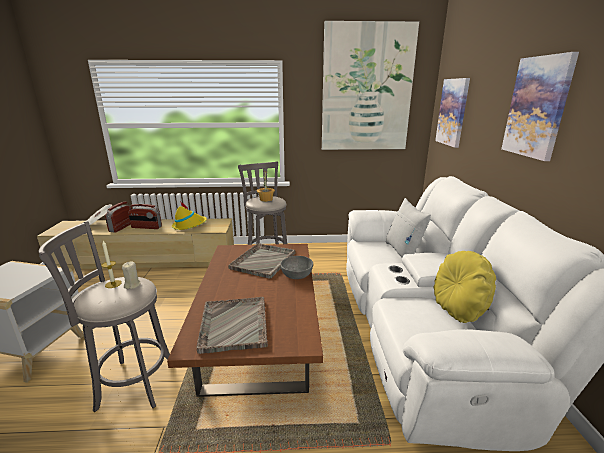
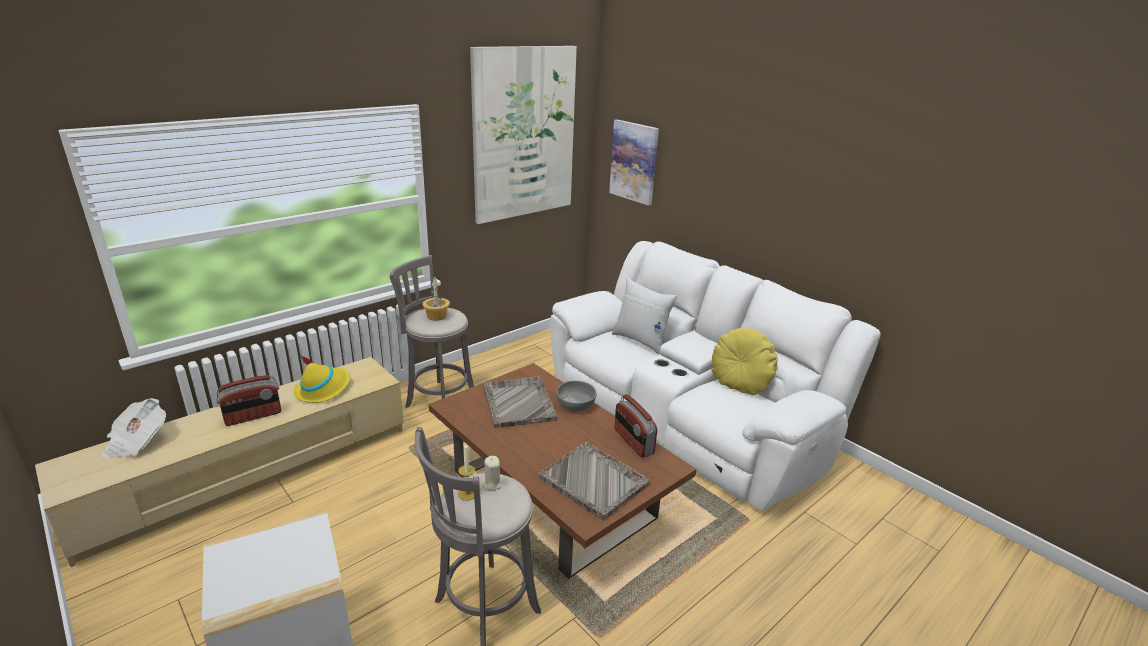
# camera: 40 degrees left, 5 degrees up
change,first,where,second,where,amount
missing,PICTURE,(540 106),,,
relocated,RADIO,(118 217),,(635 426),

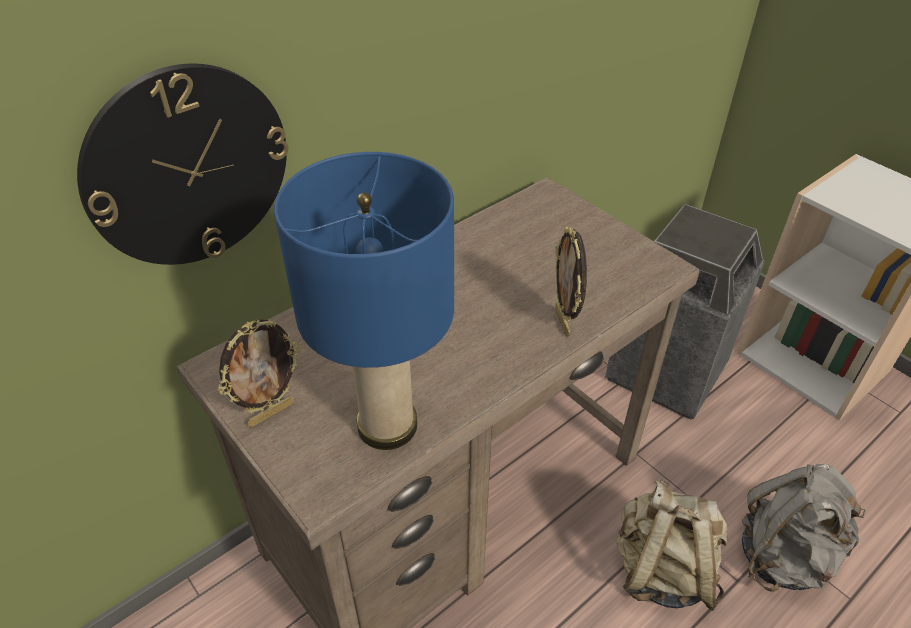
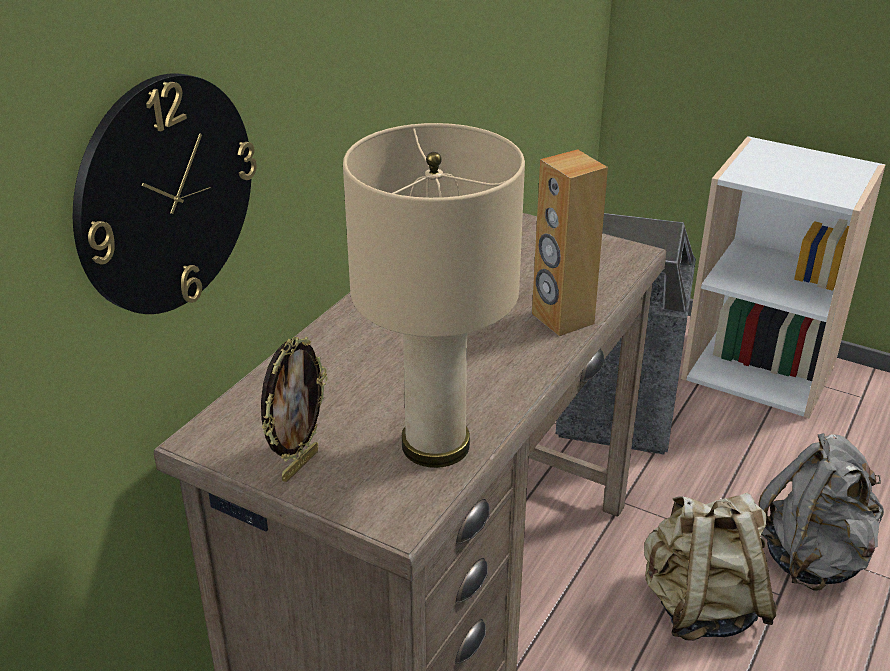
# camera: 20 degrees left, 10 degrees down
change,first,where,second,where,amount
exchanged,PICTURE FRAME,(571 282),BROWN SPEAKER,(570 242),
colour,BLUE TABLE LAMP,(364 301),BEIGE TABLE LAMP,(434 295),

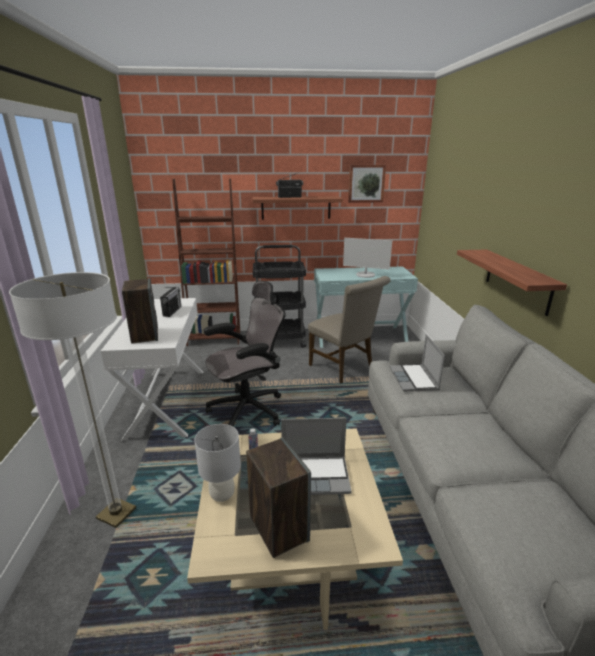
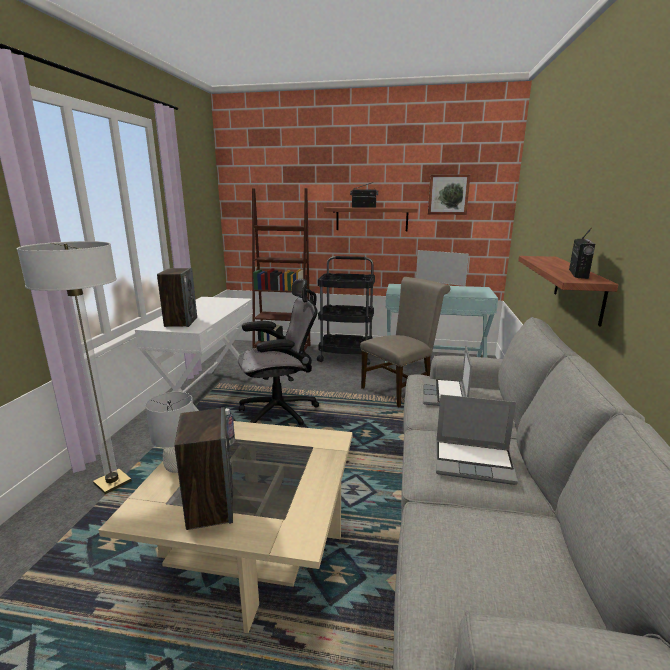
# camera: 15 degrees right, 5 degrees down
change,first,where,second,where,amount
relocated,RADIO,(171 302),,(582 253),
relocated,LAPTOP,(316 456),,(477 439),
spun,BEIGE CHAIR,(349 329),,(405 342),105 degrees counterclockwise

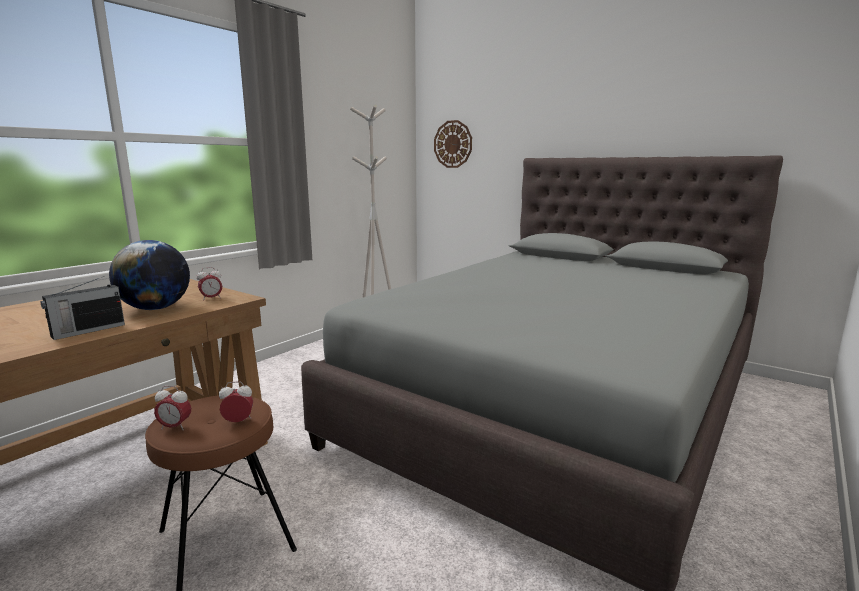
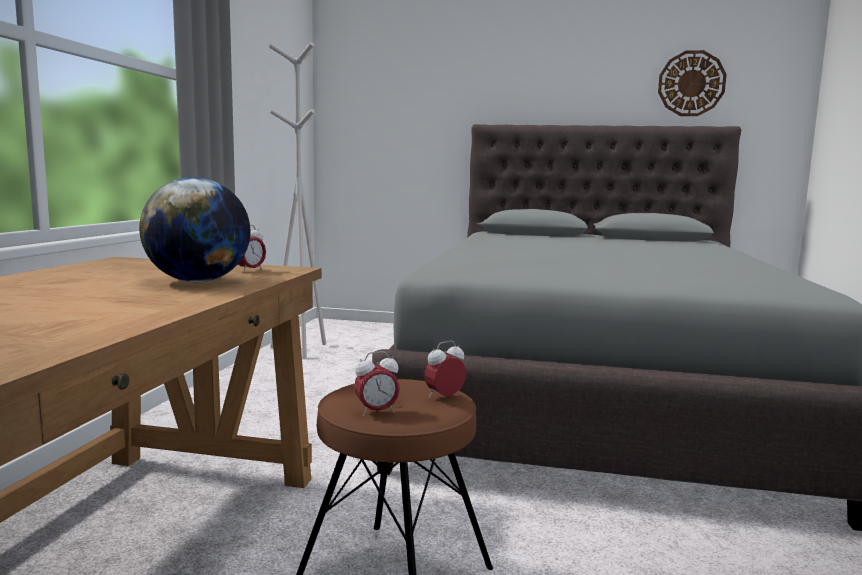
# camera: 25 degrees left, 5 degrees down
change,first,where,second,where,amount
missing,RADIO,(82 308),,,
relocated,WALL CLOCK,(453 144),,(692 83),

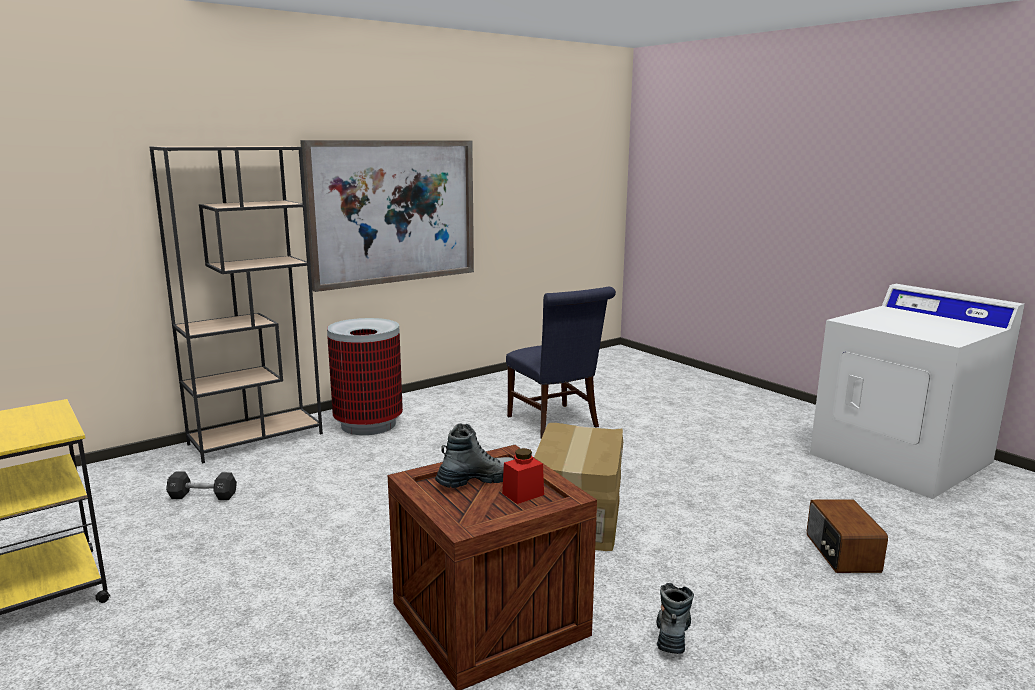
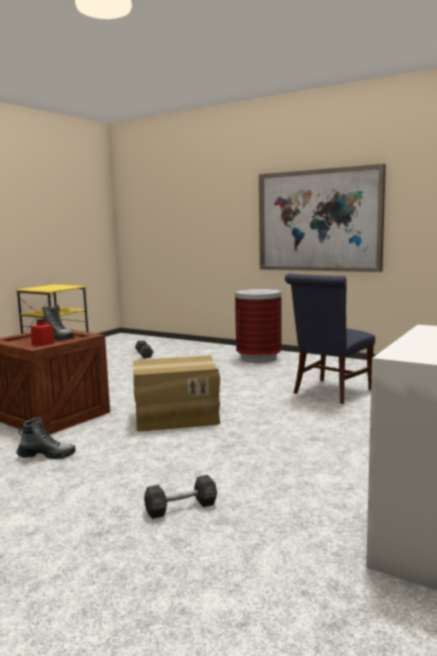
# camera: 70 degrees right, 5 degrees down
change,first,where,second,where,amount
missing,BOOKCASE,(236 304),,,
exchanged,RADIO,(847 536),BLACK DUMBBELL,(180 497),

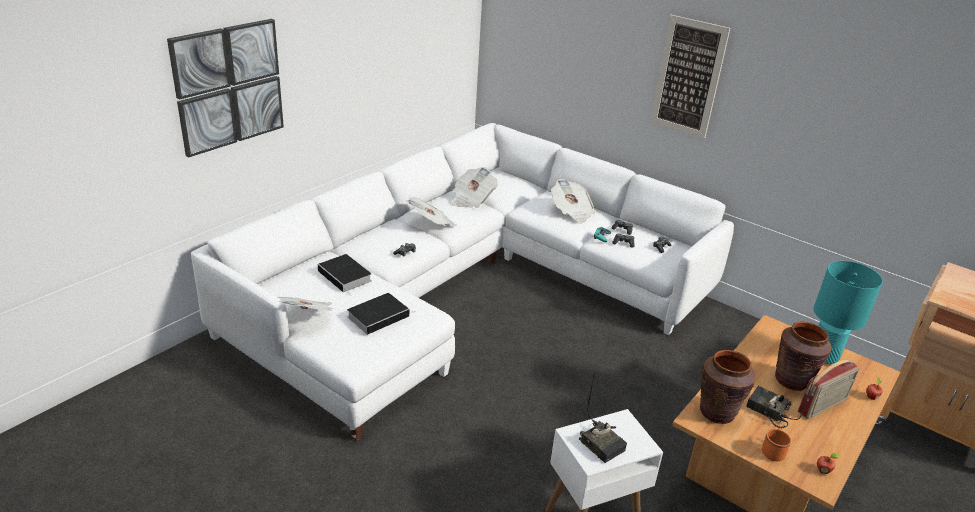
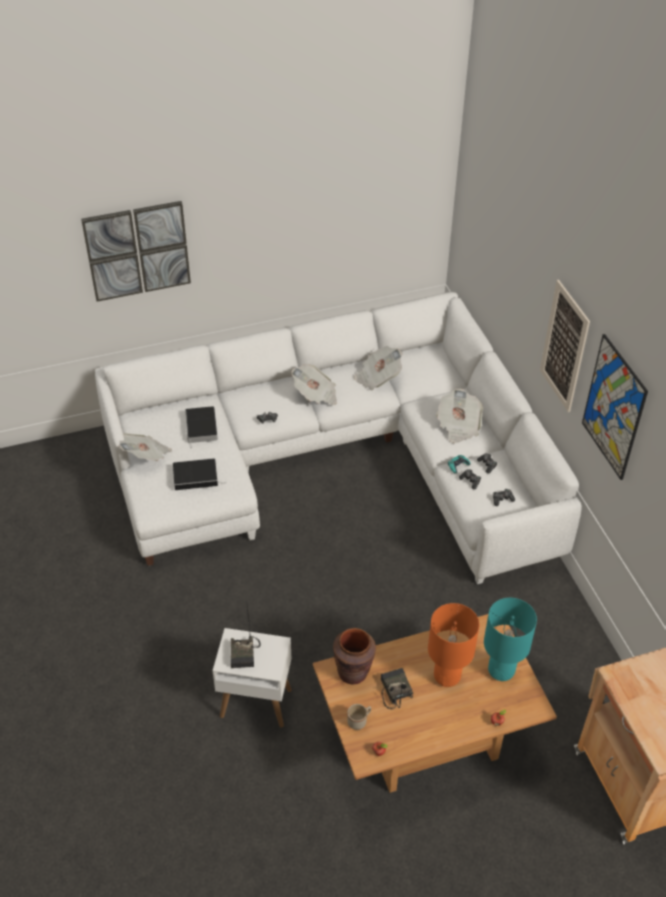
# camera: 35 degrees right, 15 degrees up
change,first,where,second,where,amount
missing,RADIO,(829 389),,,
appeared,,,PICTURE,(615 407),
exchanged,BROWN VASE,(803 356),ORANGE TABLE LAMP,(453 645),
colour,ORANGE MUG,(776 444),BEIGE MUG,(359 717),

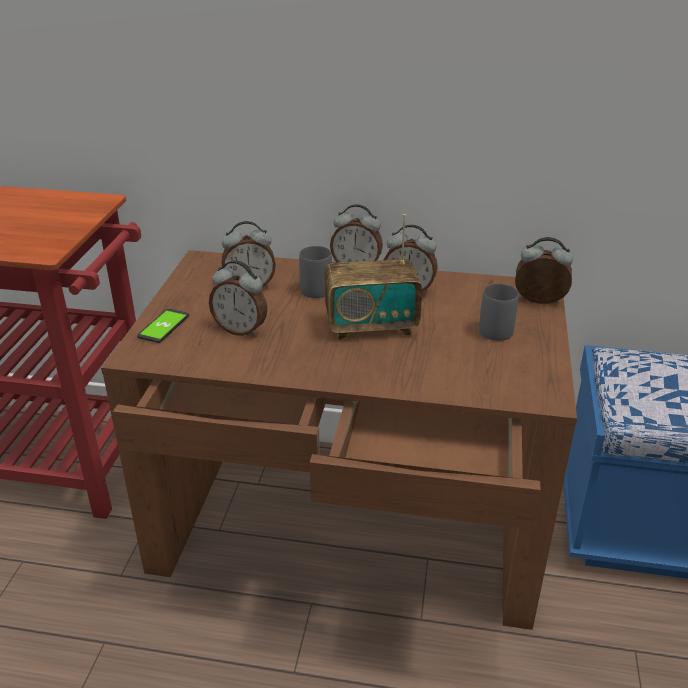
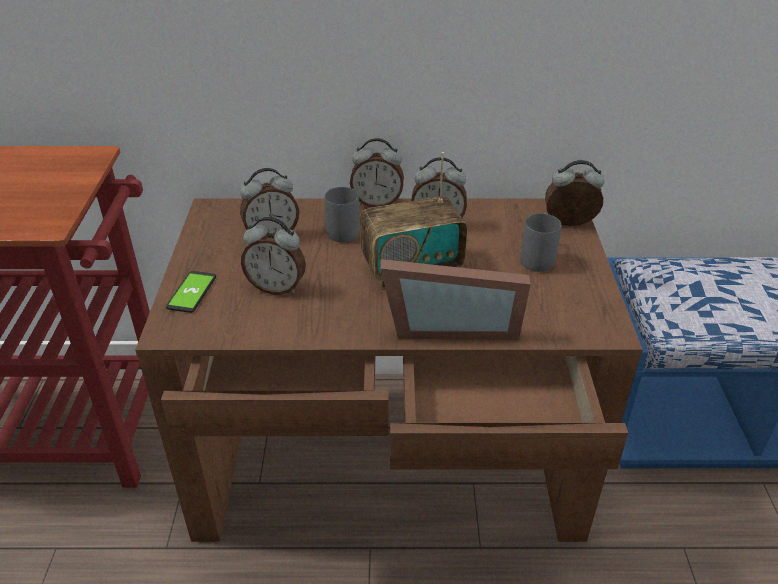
# camera: 10 degrees left, 5 degrees up
change,first,where,second,where,amount
appeared,,,PICTURE FRAME,(455 299),

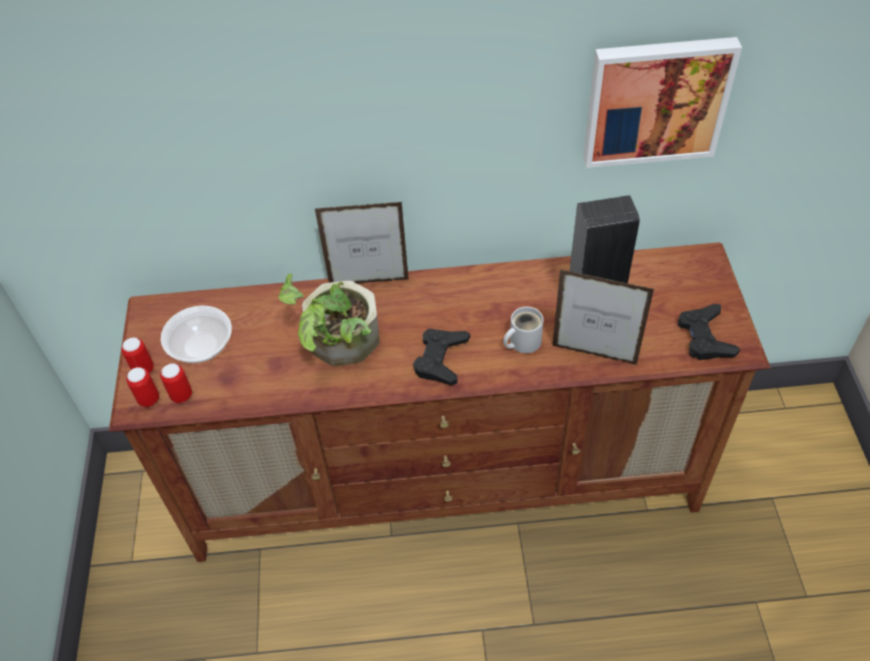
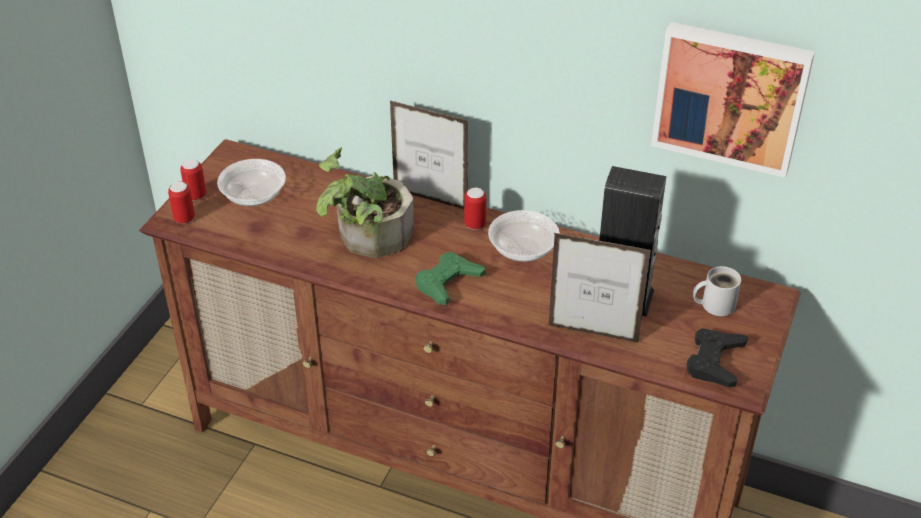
# camera: 25 degrees right, 10 degrees down
change,first,where,second,where,amount
appeared,,,BOWL,(524 236),
relocated,CAN,(176 383),,(475 209),
relocated,WHITE MUG,(523 330),,(717 291),
colour,BLACK GAME CONTROLLER,(441 357),GREEN GAME CONTROLLER,(450 278),
spun,PICTURE FRAME,(603 317),,(600 288),150 degrees clockwise

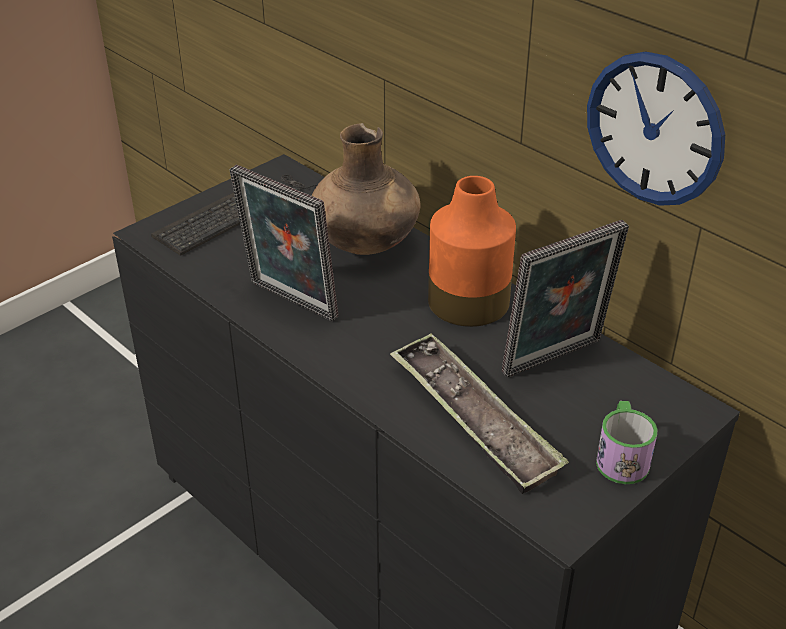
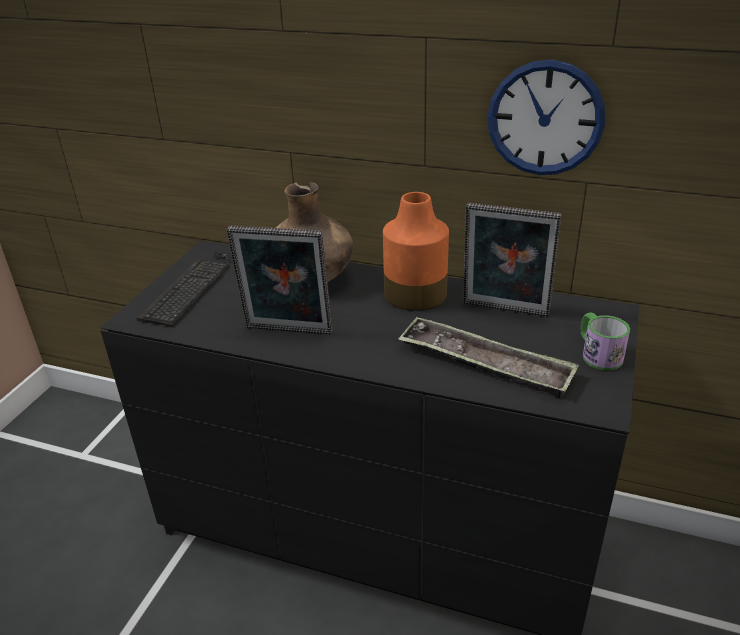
# camera: 25 degrees left, 5 degrees down
change,first,where,second,where,amount
spun,PICTURE FRAME,(565 299),,(512 260),75 degrees clockwise

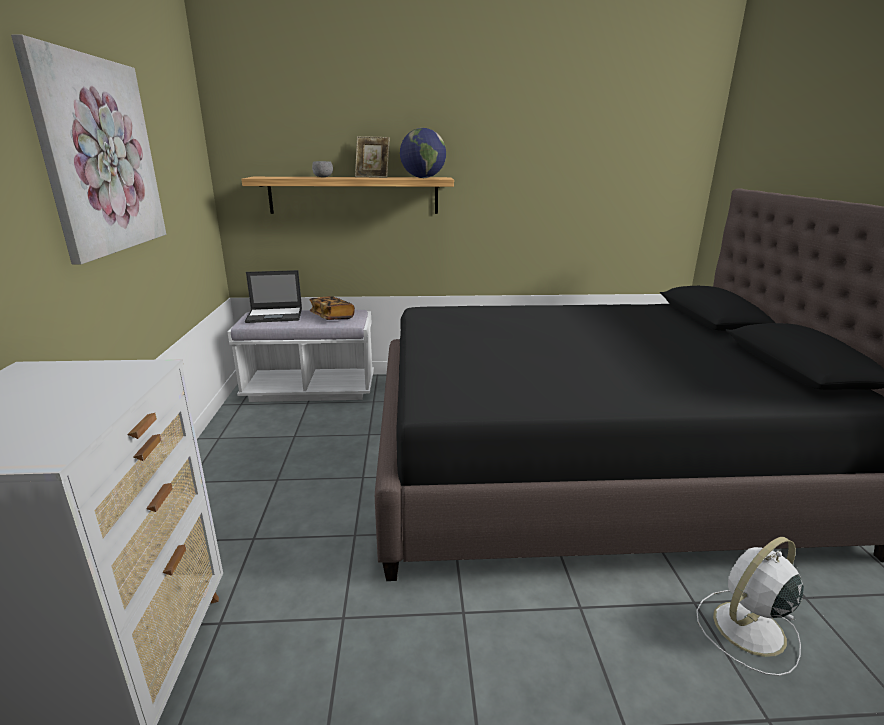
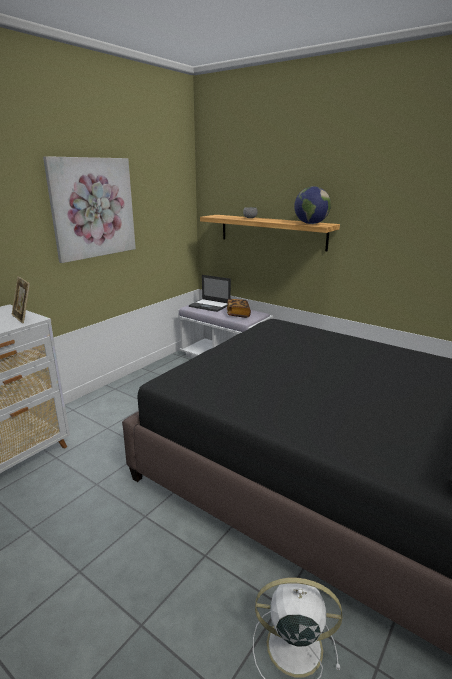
# camera: 40 degrees right, 0 degrees up
change,first,where,second,where,amount
relocated,PICTURE FRAME,(372 157),,(21 299),

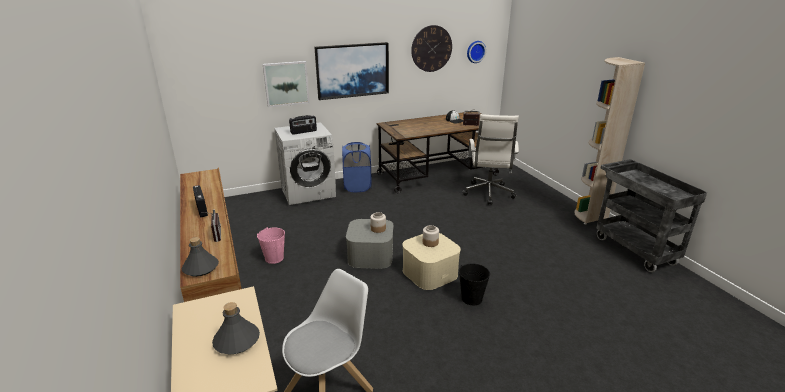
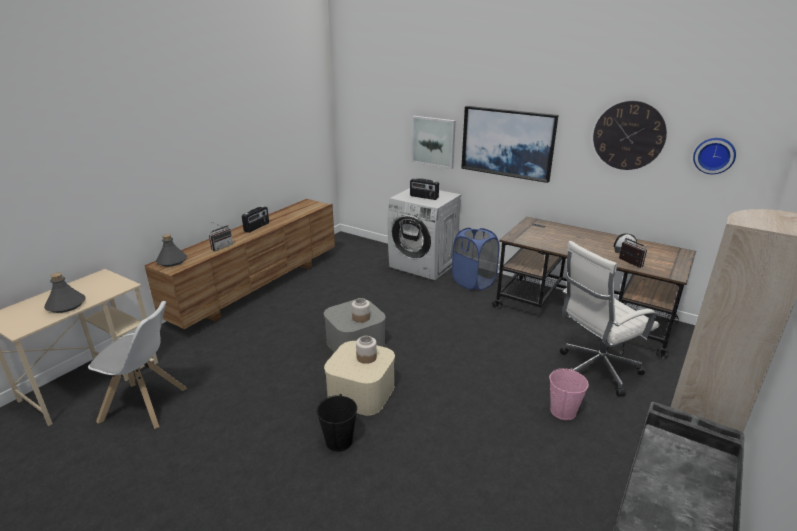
# camera: 55 degrees right, 0 degrees up
change,first,where,second,where,amount
relocated,PINK BUCKET,(271 245),,(569 394),

